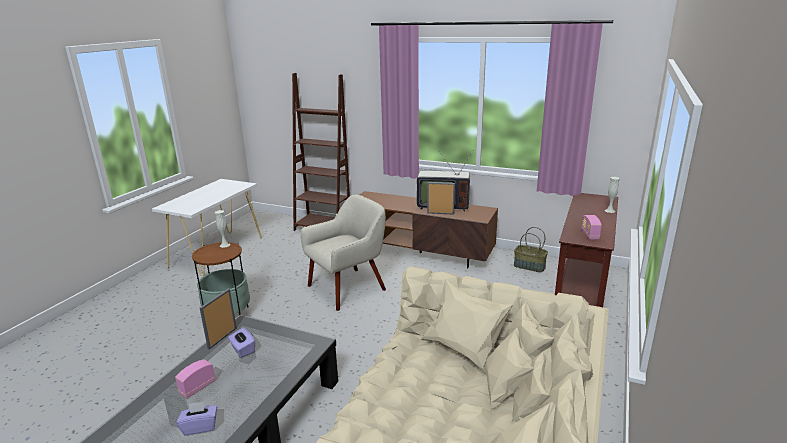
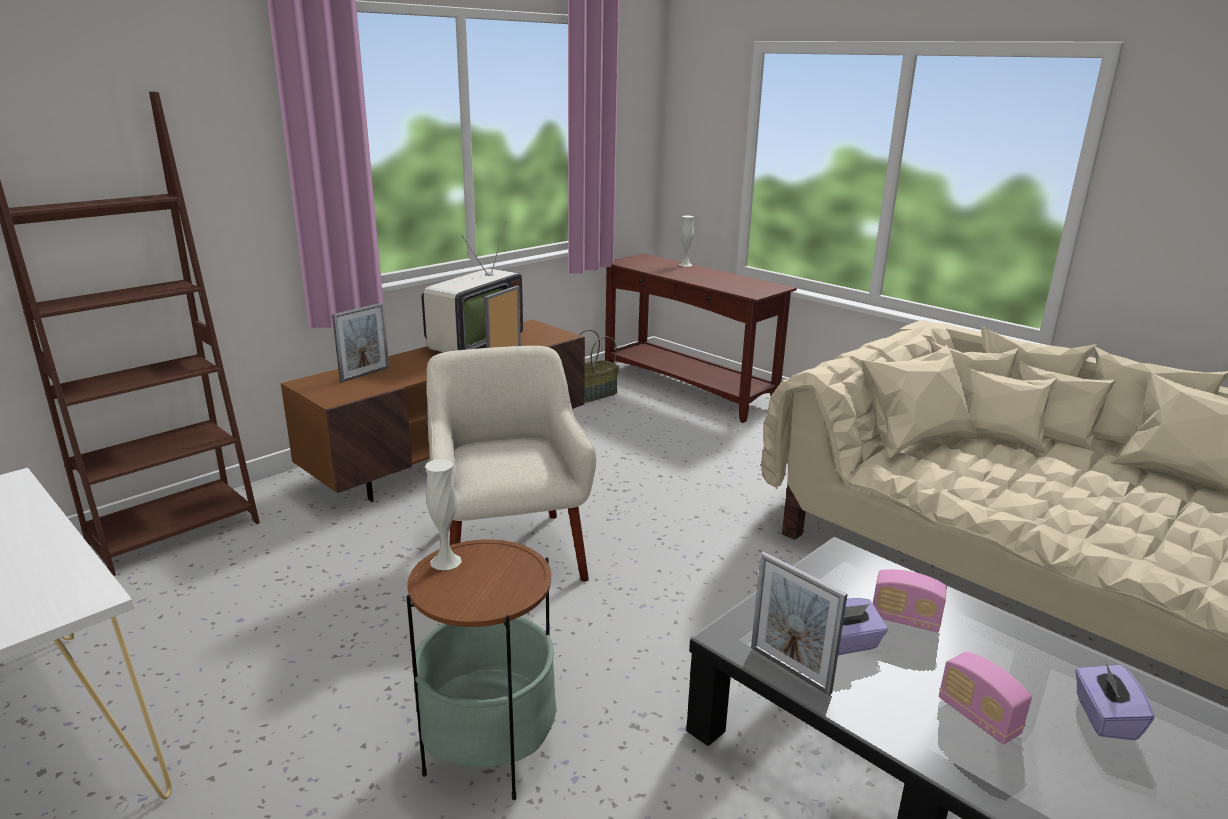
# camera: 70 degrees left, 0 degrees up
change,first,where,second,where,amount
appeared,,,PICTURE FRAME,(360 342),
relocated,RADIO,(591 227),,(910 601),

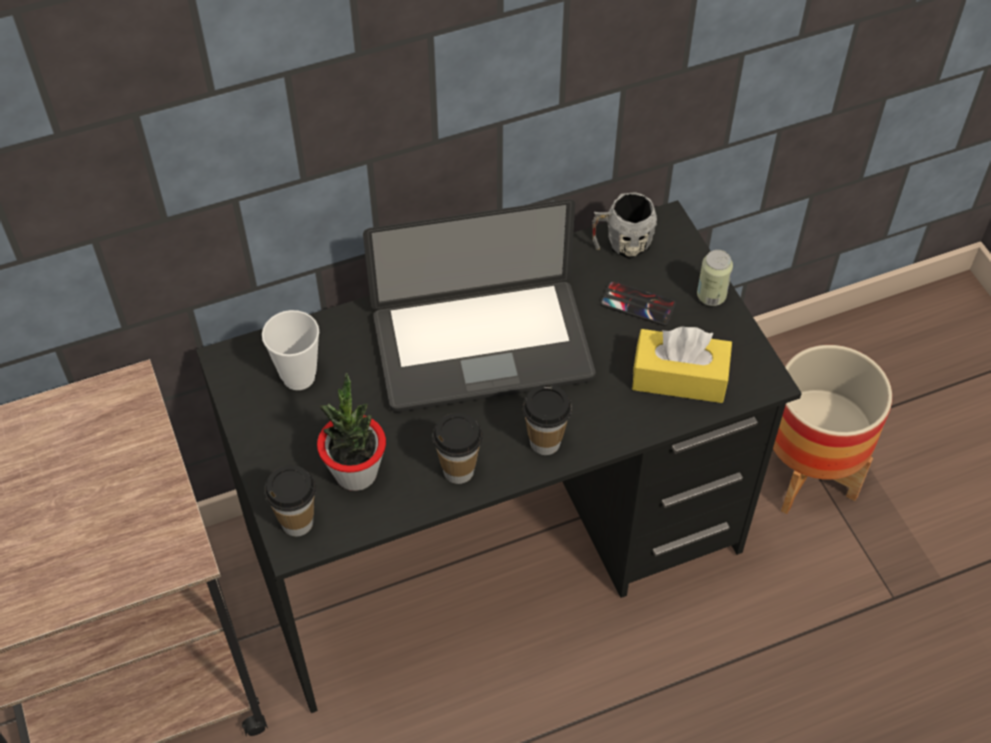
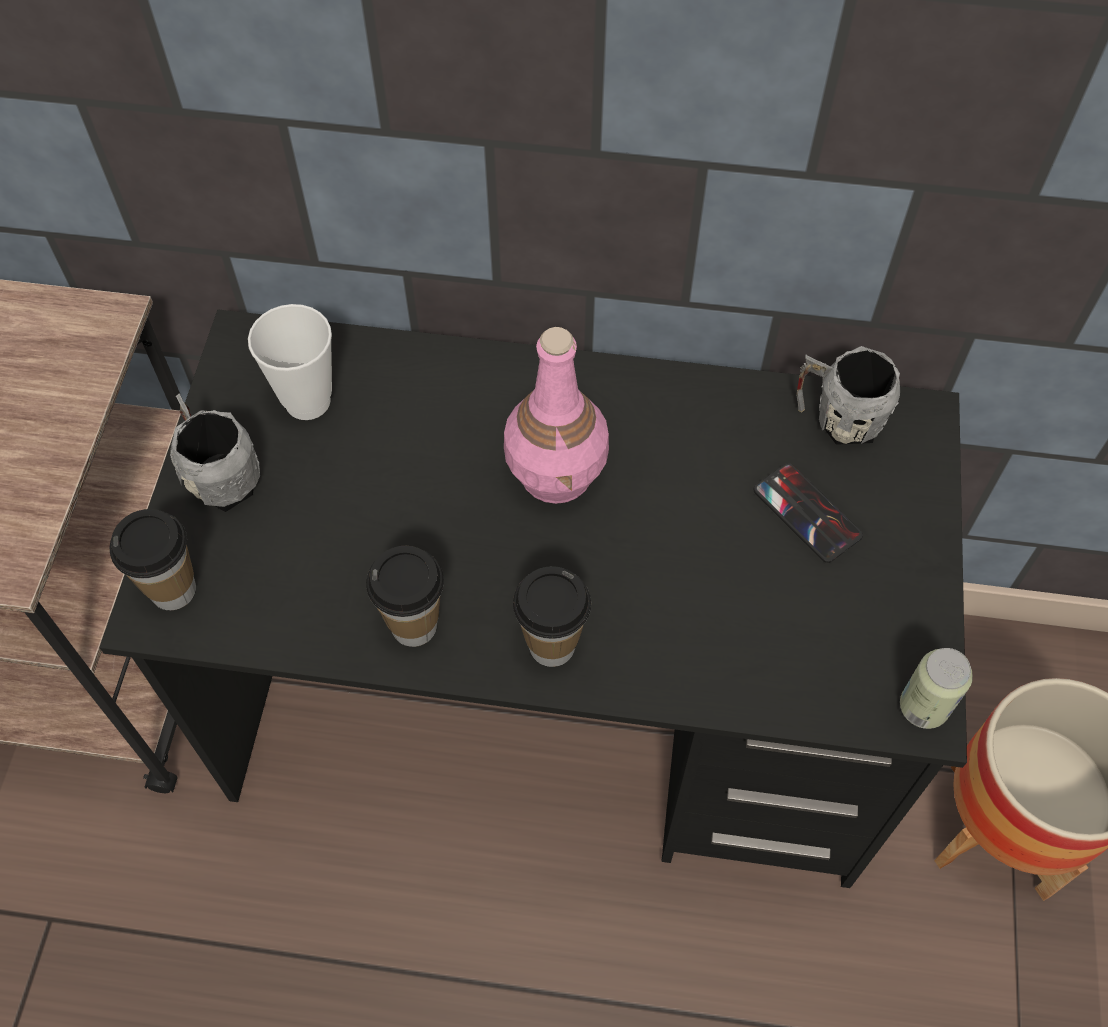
# camera: 30 degrees right, 5 degrees up
change,first,where,second,where,amount
missing,POTTED PLANT,(351 432),,,
missing,YELLOW TISSUE BOX,(682 364),,,
appeared,,,GREY MUG,(215 452),
relocated,CAN,(715 278),,(936 688),
exchanged,LAPTOP,(479 305),PINK BOTTLE,(556 415),

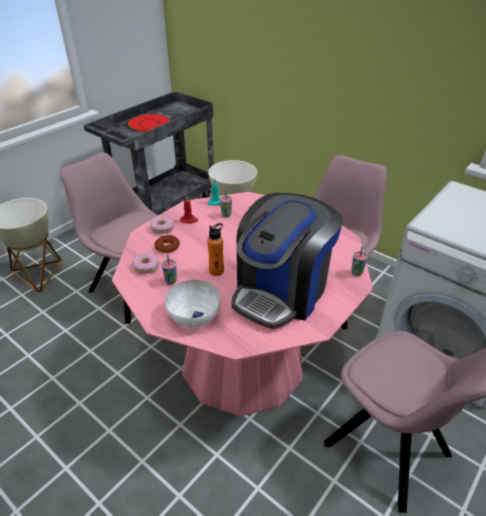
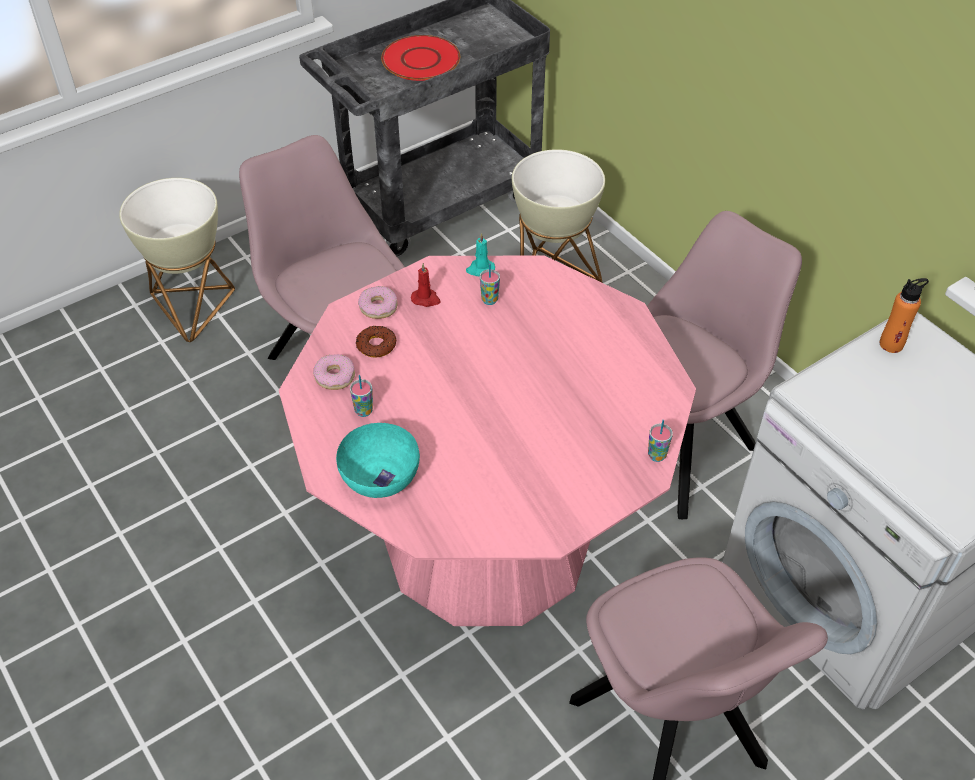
# camera: 15 degrees right, 10 degrees up
change,first,where,second,where,amount
missing,COFFEE MACHINE,(287 261),,,
relocated,ORANGE BOTTLE,(215 249),,(904 315),
colour,WHITE BOWL,(193 304),TURQUOISE BOWL,(378 460),

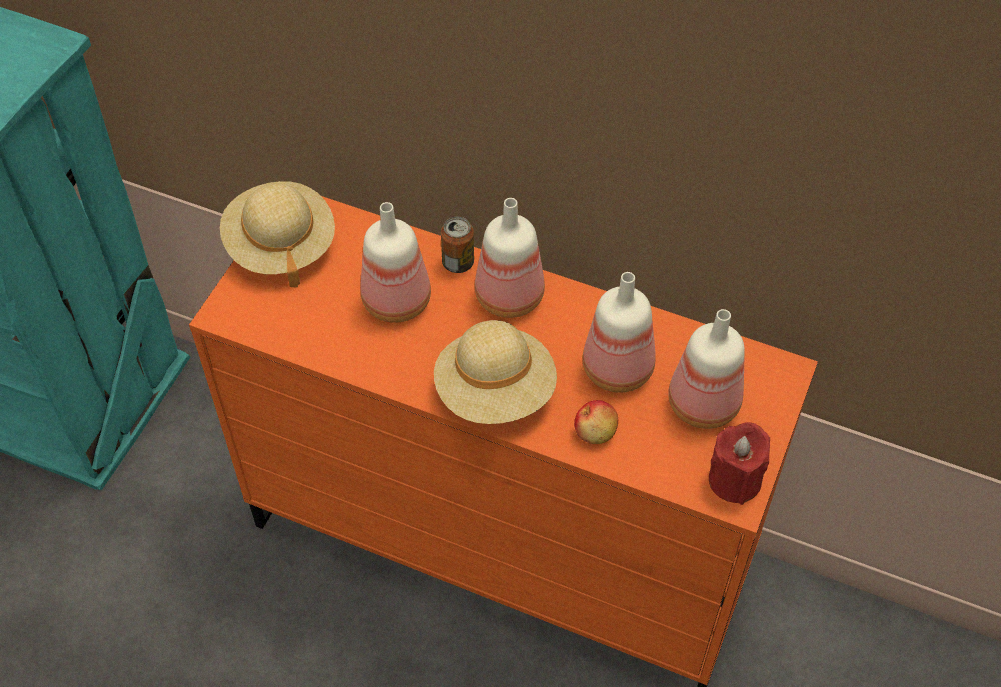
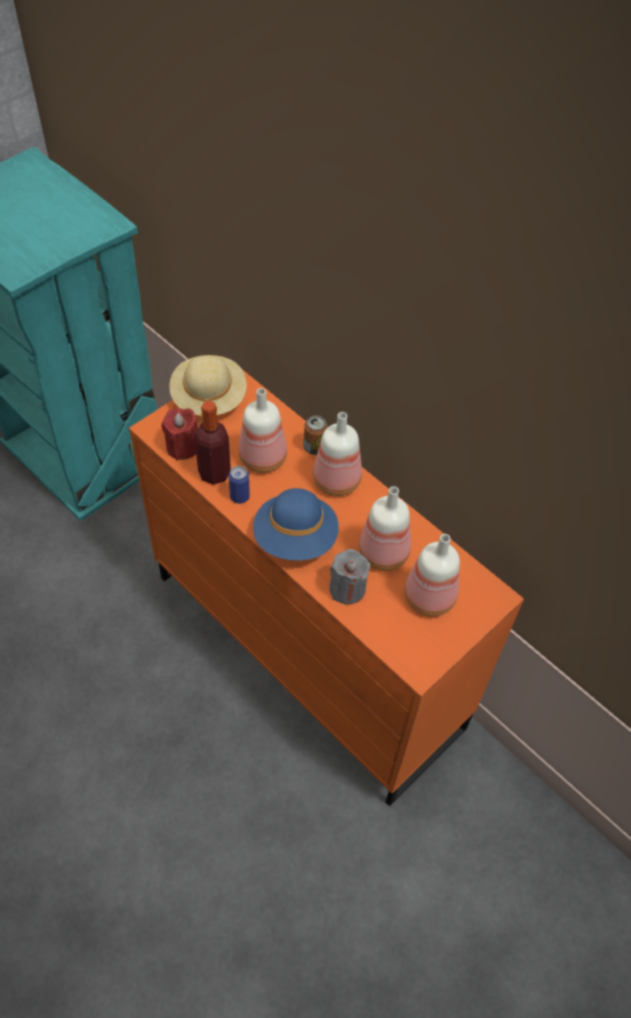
# camera: 20 degrees right, 0 degrees up
change,first,where,second,where,amount
appeared,,,BOTTLE,(212 443),
appeared,,,CAN,(239 485),
relocated,RED CANDLE,(739 463),,(180 434),
exchanged,APPLE,(596 422),GREY CANDLE,(349 576),
colour,BEIGE HAT,(495 372),BLUE HAT,(296 524),

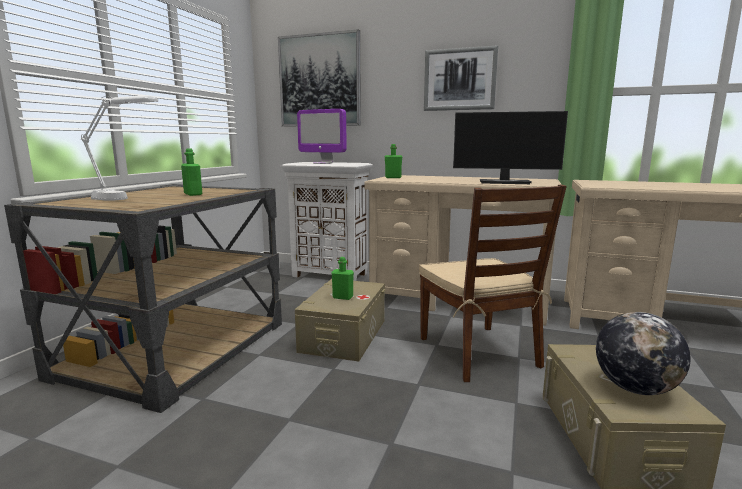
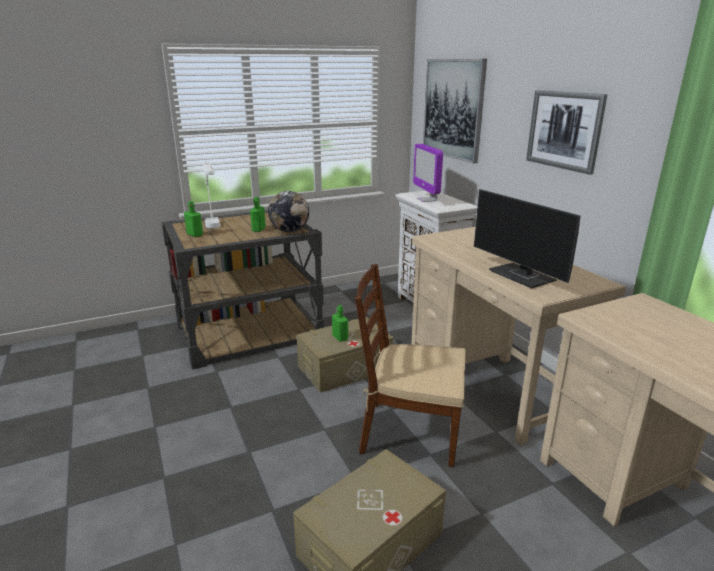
# camera: 45 degrees right, 10 degrees up
change,first,where,second,where,amount
relocated,GREEN BOTTLE,(393 161),,(193 219),
relocated,GLOBE,(643 353),,(288 211),
spun,BROWN CHAIR,(493 283),,(410 365),75 degrees clockwise

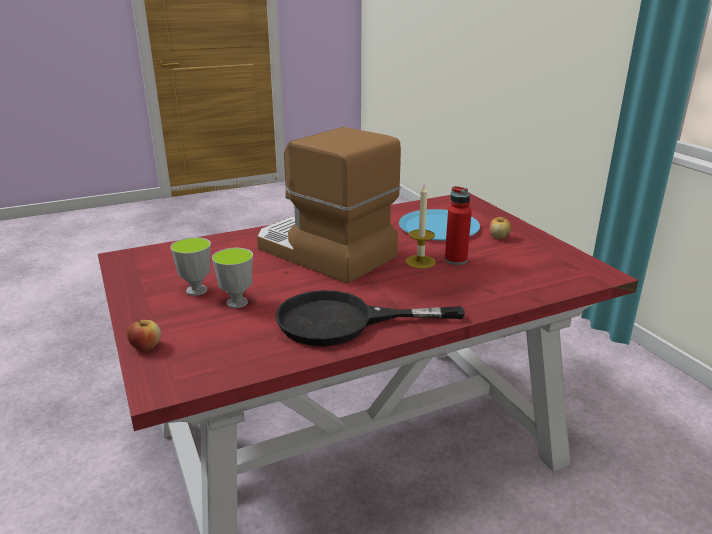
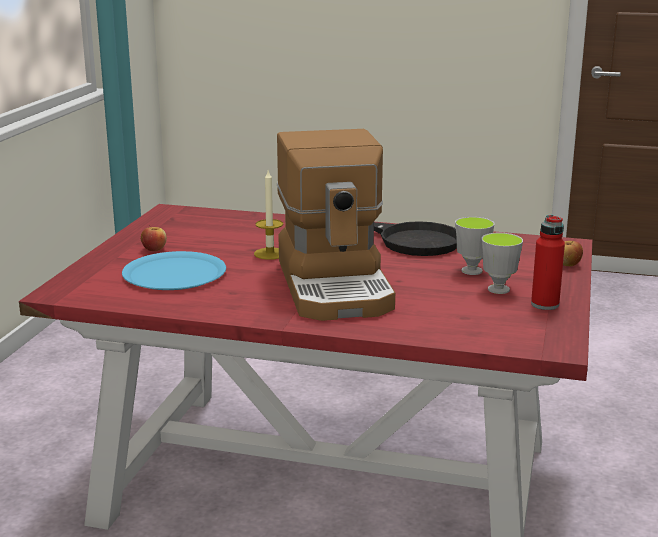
# camera: 140 degrees left, 5 degrees down
change,first,where,second,where,amount
relocated,RED BOTTLE,(458 225),,(548 262),

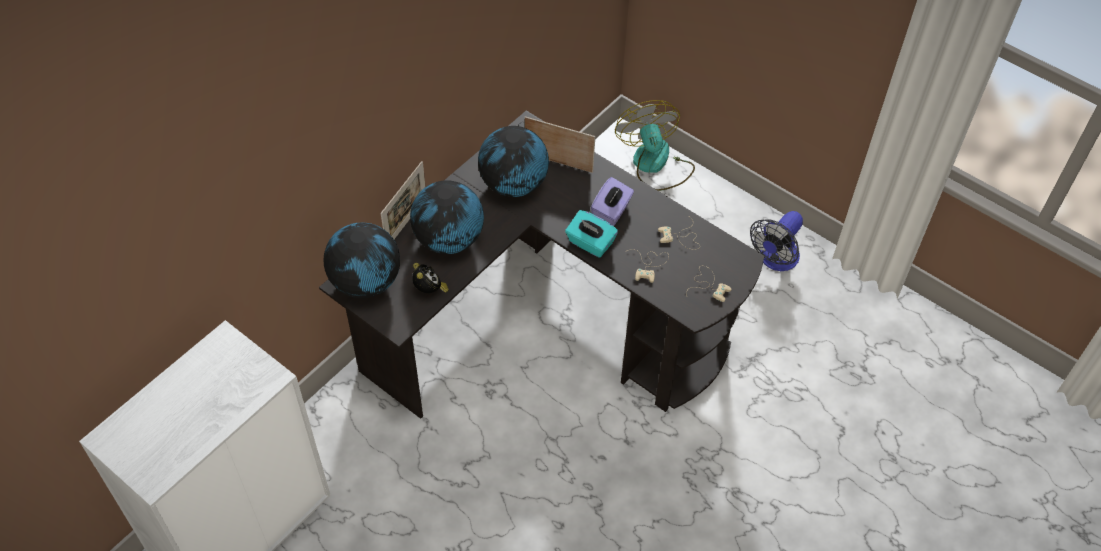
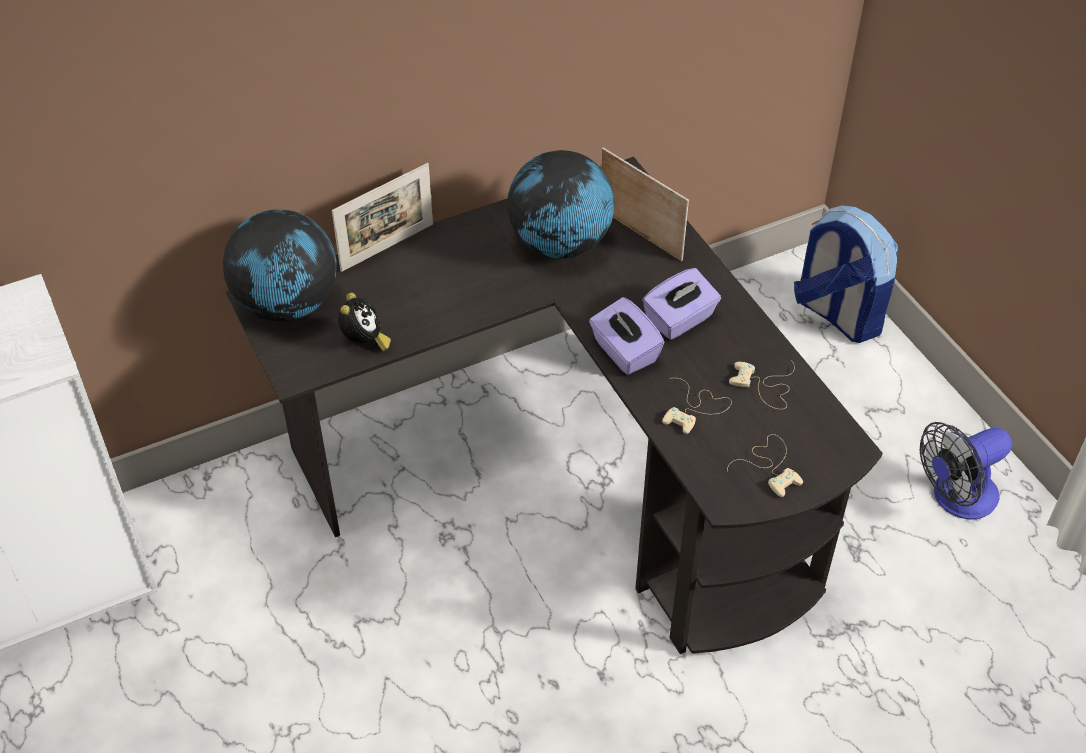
# camera: 25 degrees right, 5 degrees down
change,first,where,second,where,amount
missing,GLOBE,(447 217),,,
exchanged,FAN,(655 145),BACKPACK,(846 274),
colour,TURQUOISE TISSUE BOX,(591 233),PURPLE TISSUE BOX,(626 336),

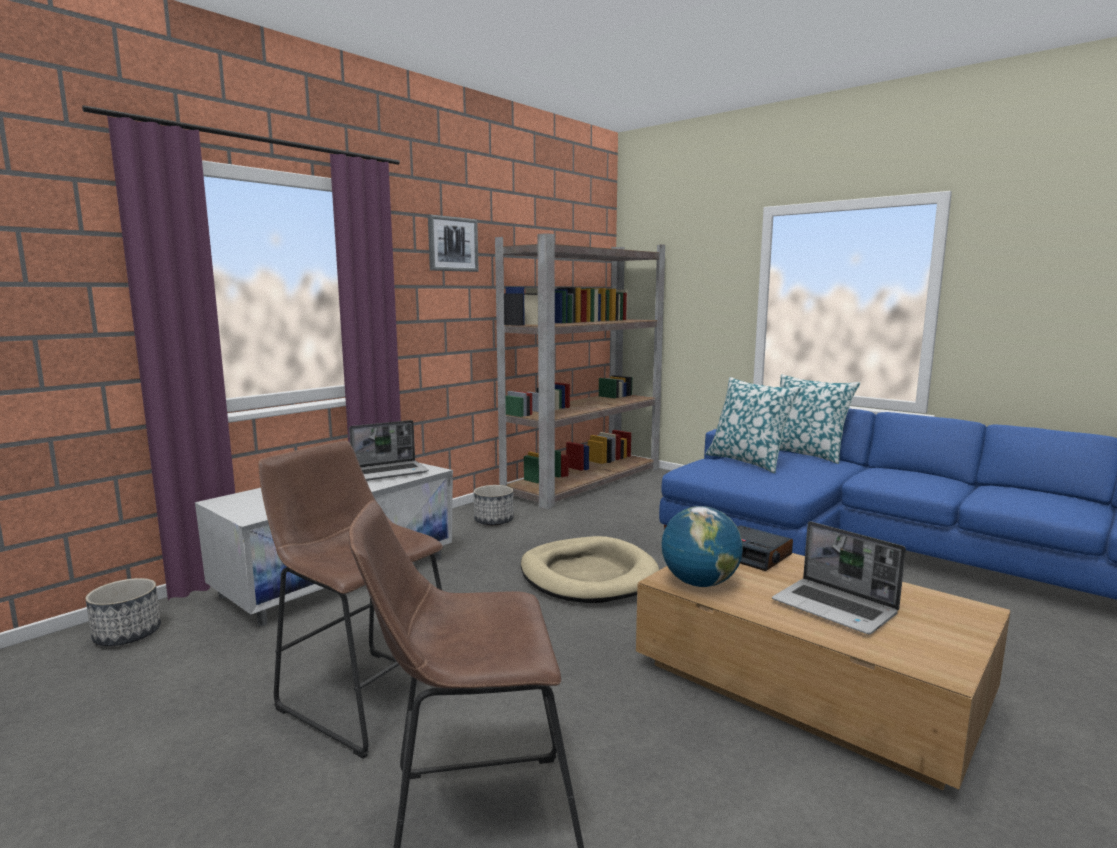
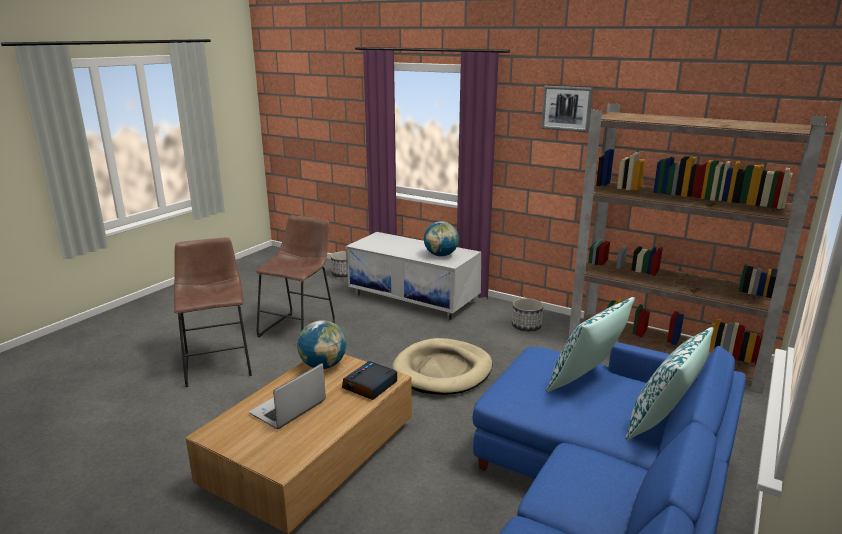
# camera: 80 degrees right, 10 degrees up
change,first,where,second,where,amount
exchanged,LAPTOP,(389 450),GLOBE,(441 239),

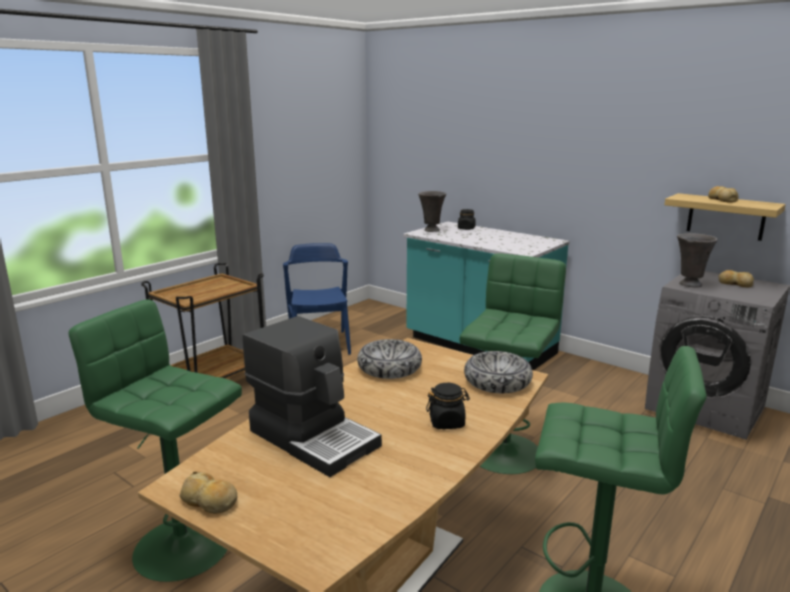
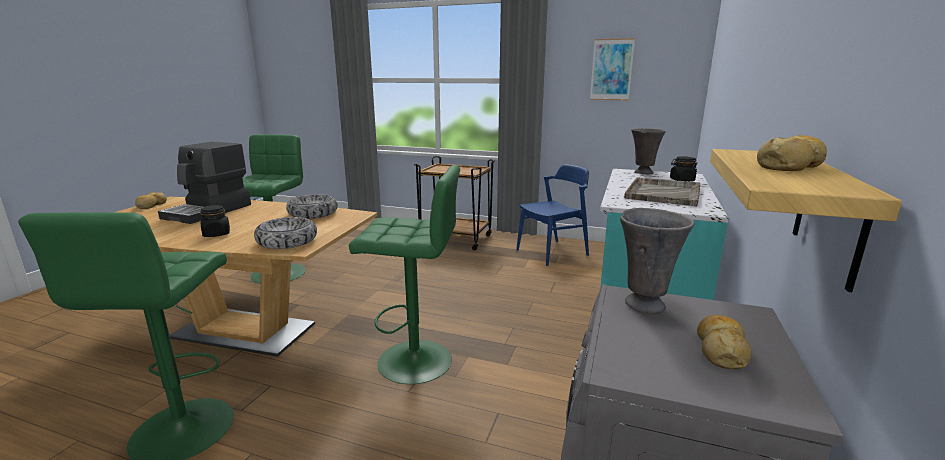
# camera: 70 degrees right, 0 degrees up
change,first,where,second,where,amount
appeared,,,PICTURE,(612 69),
appeared,,,GREY TRAY,(662 191),

